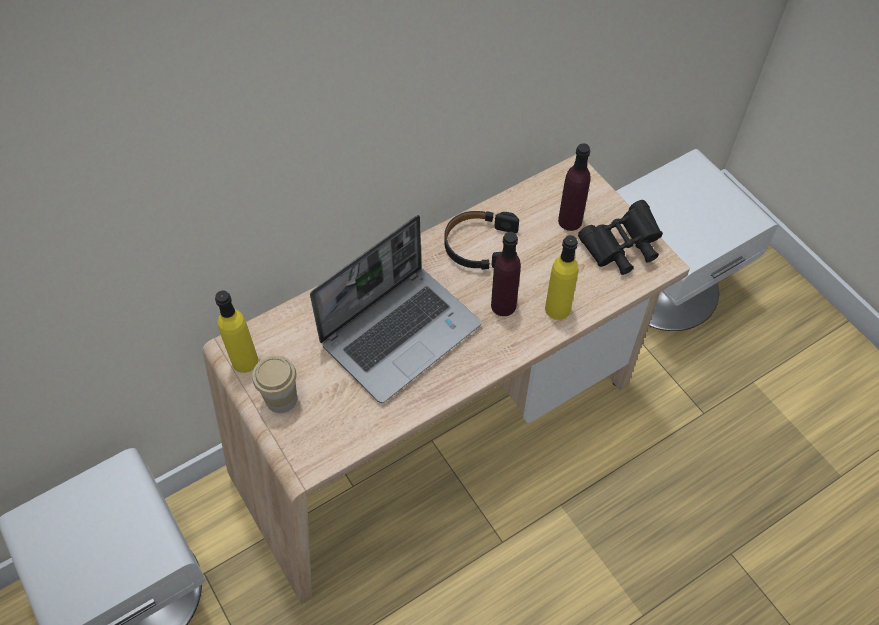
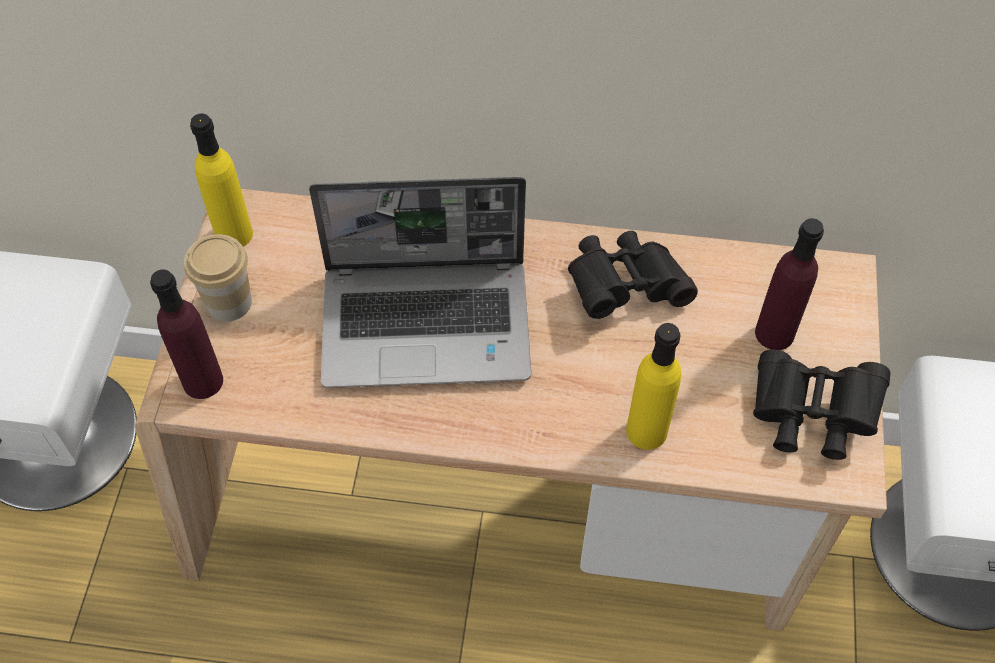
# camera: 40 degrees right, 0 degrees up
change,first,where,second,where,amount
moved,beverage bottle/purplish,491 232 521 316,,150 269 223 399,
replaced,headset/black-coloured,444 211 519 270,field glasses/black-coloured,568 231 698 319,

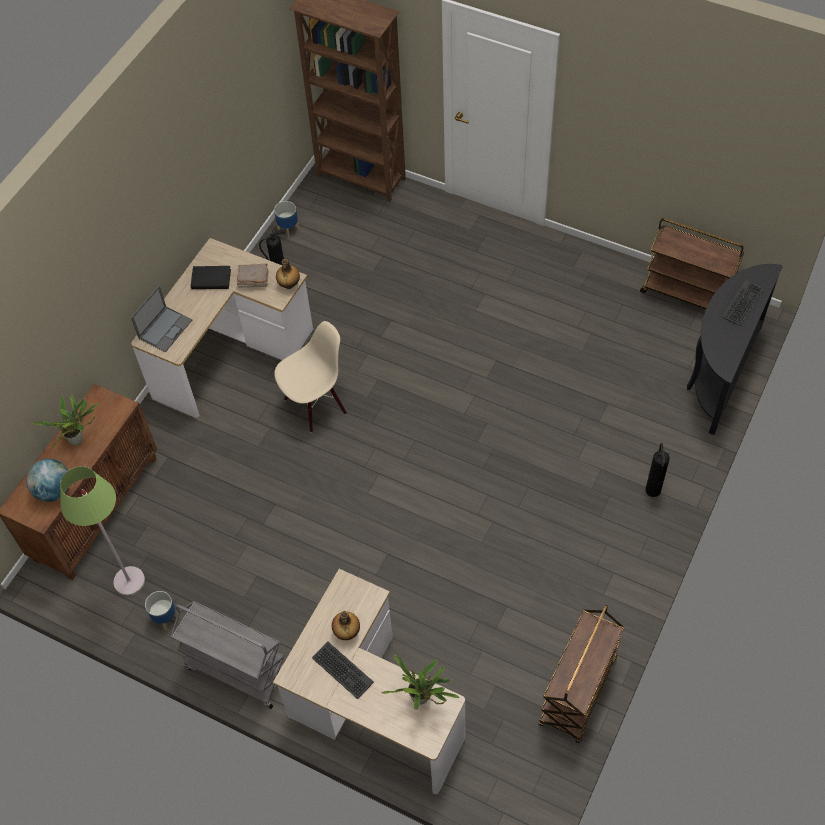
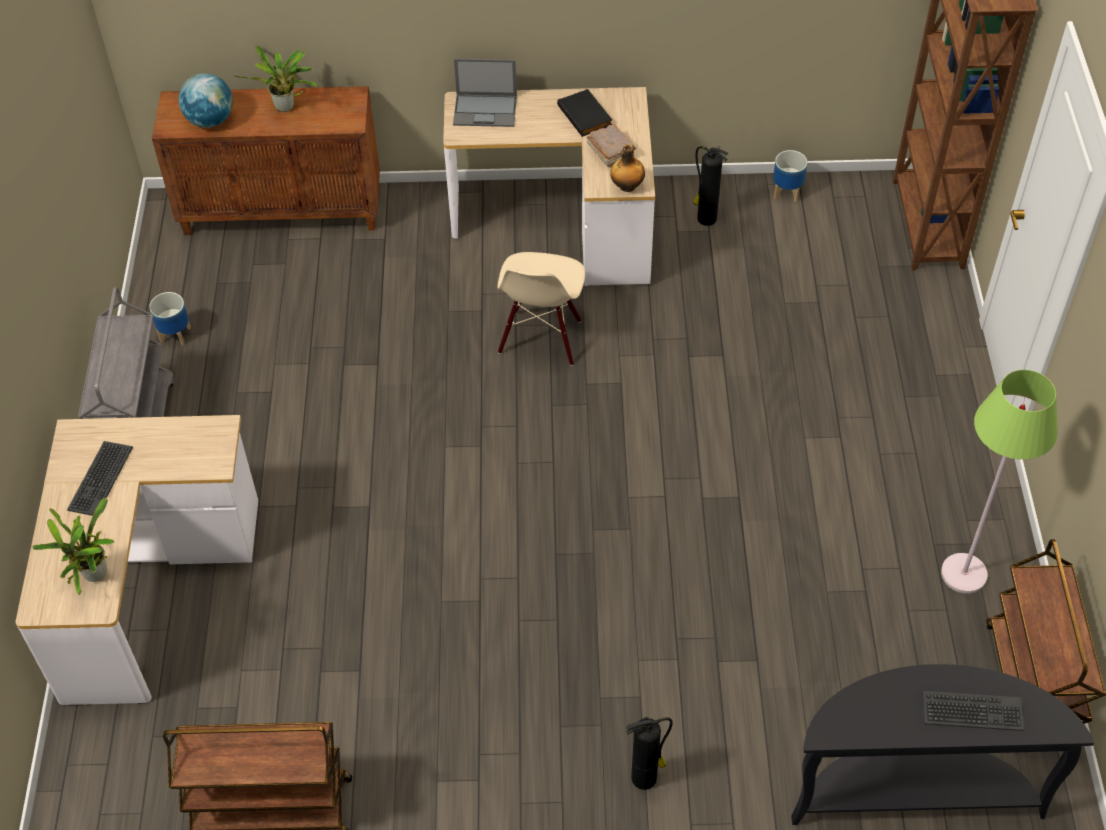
# camera: 60 degrees right, 5 degrees down
change,first,where,second,where,amount
removed,beverage bottle,332 611 360 640,,,
moved,floor lamp/greenish,60 466 145 596,,941 370 1058 594,
turned,upright chair/beige-coloured,274 321 347 432,,497 252 585 366,75 degrees clockwise

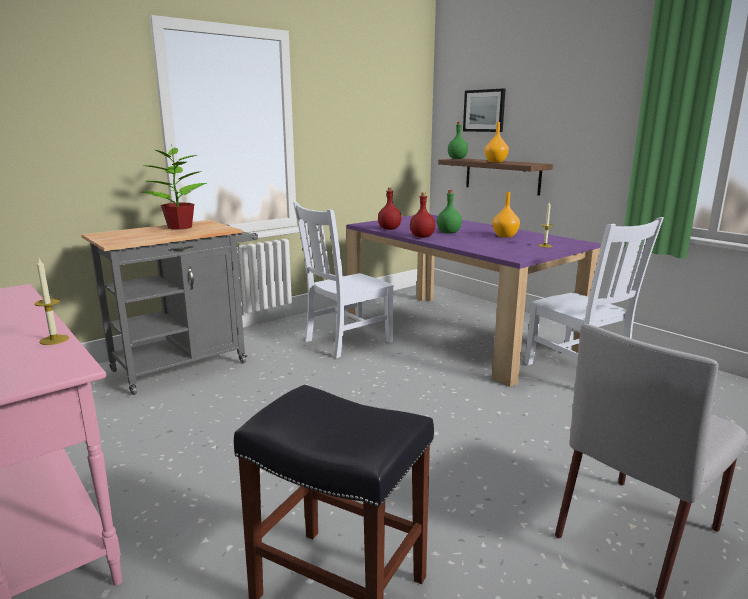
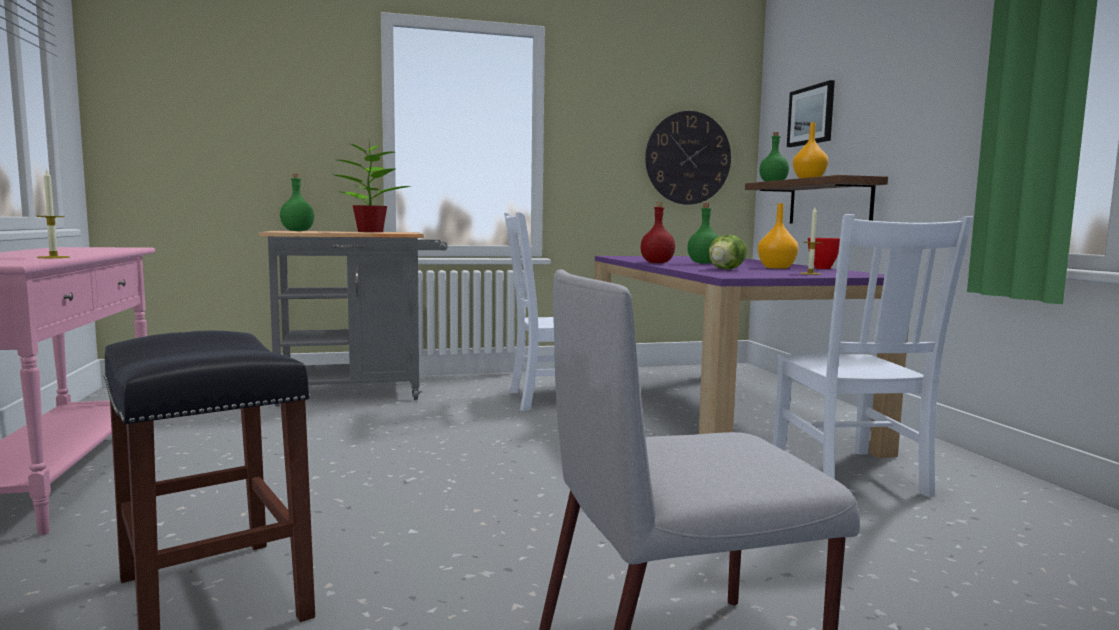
# camera: 25 degrees right, 10 degrees down
change,first,where,second,where,amount
removed,beverage bottle/red-coloured,378 187 401 230,,,
added,,,beverage bottle/greenish,280 174 314 231,
added,,,clock on the wall,645 111 731 205,
added,,,lettuce,709 234 747 269,
added,,,serving bowl/red-coloured,808 238 840 269,

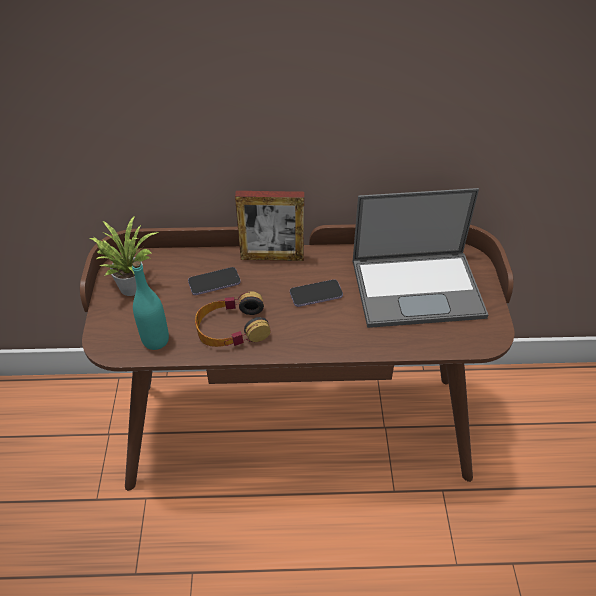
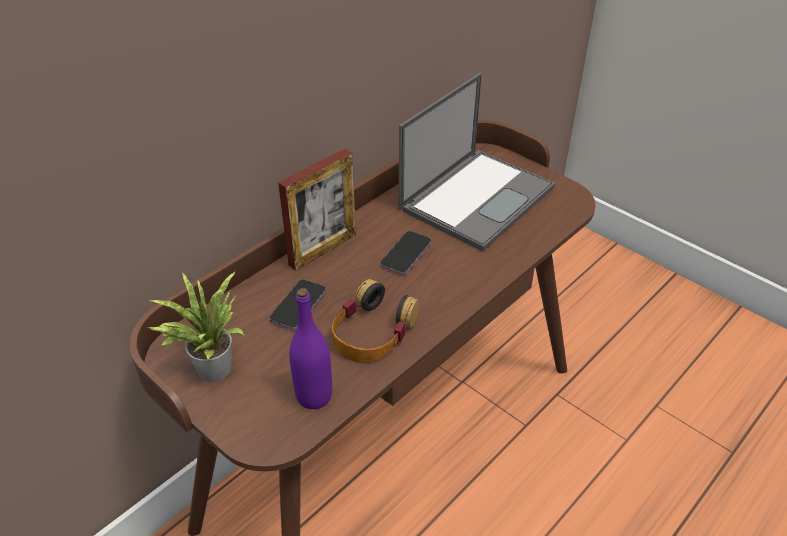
# camera: 45 degrees left, 5 degrees down
change,first,where,second,where,amount
recoloured,beverage bottle/turquoise,132 261 169 350,beverage bottle/purplish,289 288 332 409,

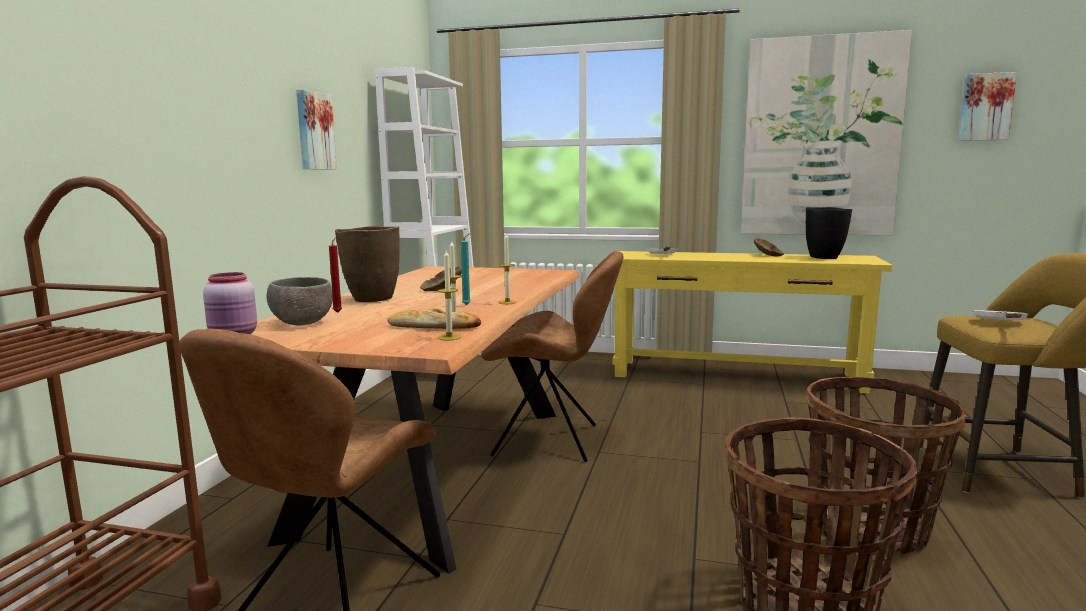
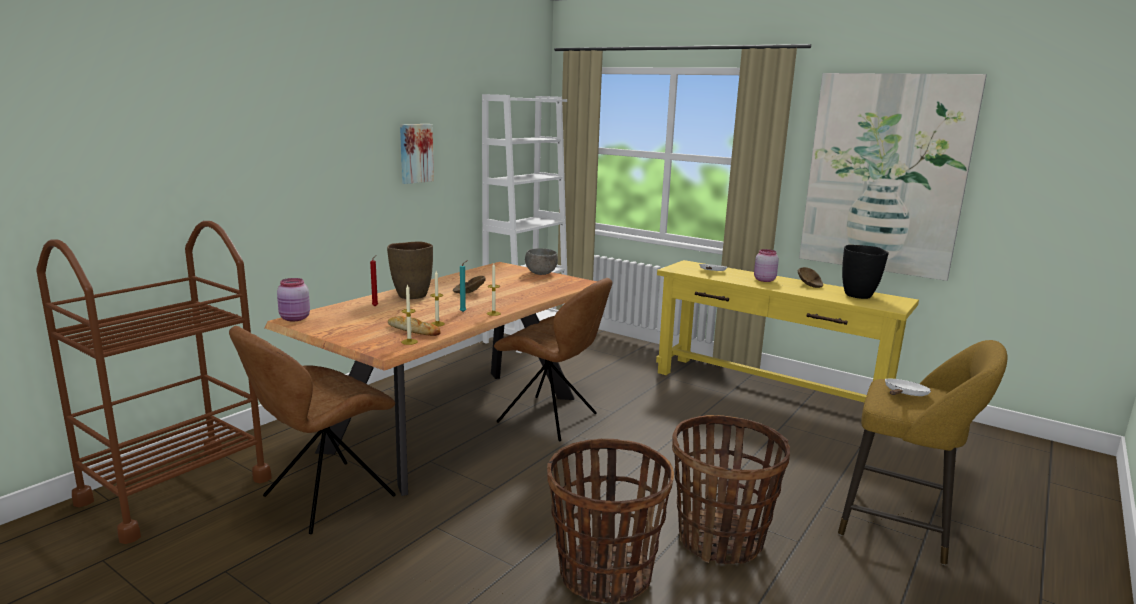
# camera: 20 degrees right, 5 degrees up
change,first,where,second,where,amount
removed,wall art,959 72 1017 141,,,
added,,,jar/pink,754 249 779 282,
moved,serving bowl/grey,266 277 333 325,,525 248 558 275,

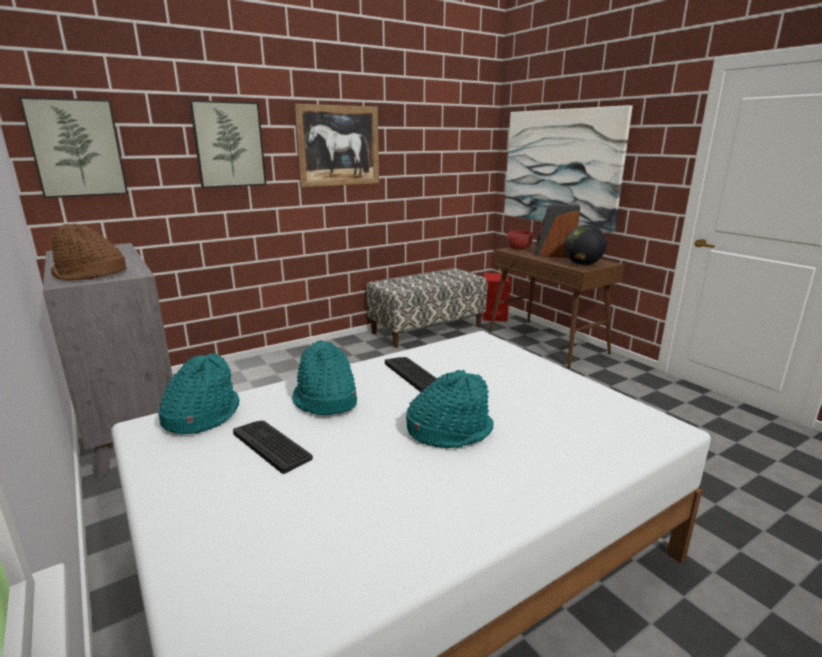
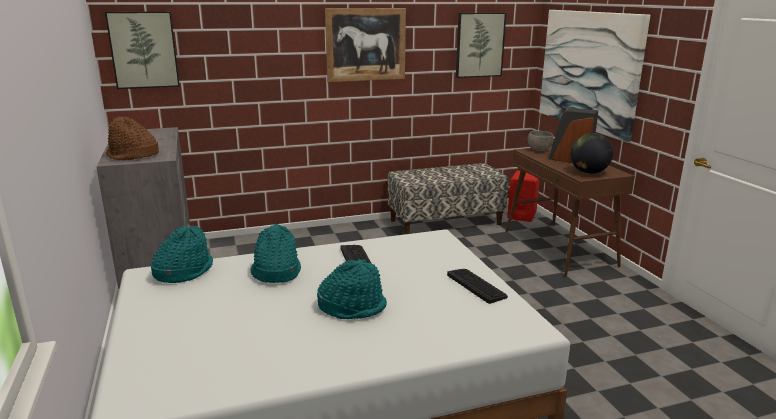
# camera: 15 degrees right, 0 degrees up
change,first,where,second,where,amount
moved,wall art,189 100 266 188,,456 13 506 78,
moved,keyboard,233 421 313 474,,447 269 508 304,
recoloured,serving bowl/red-coloured,507 230 532 250,serving bowl/grey,528 131 553 151,

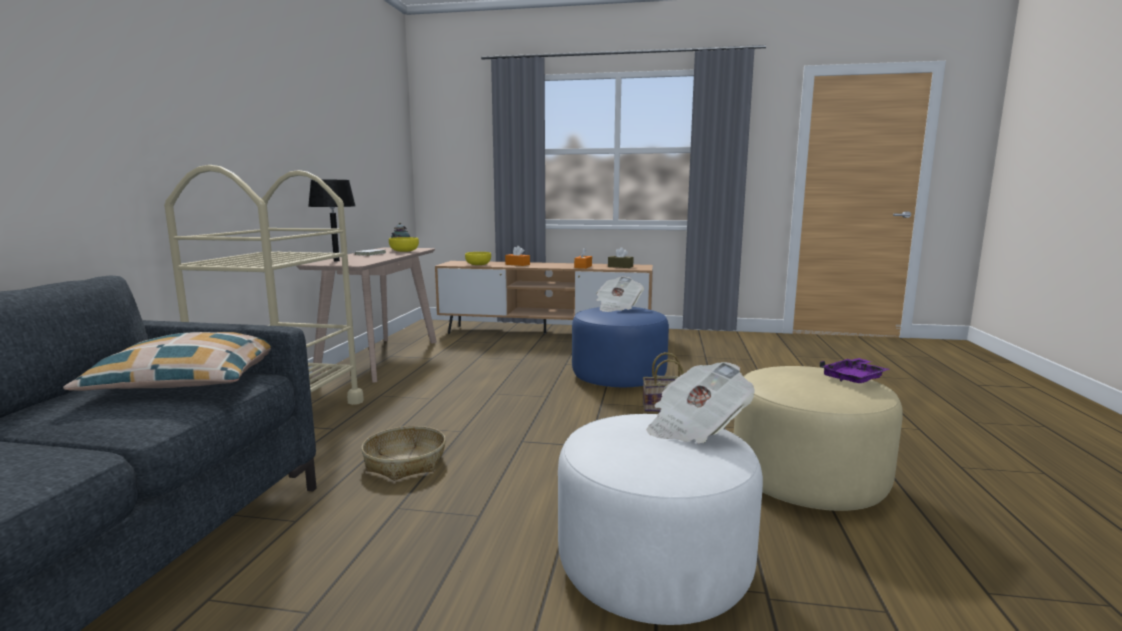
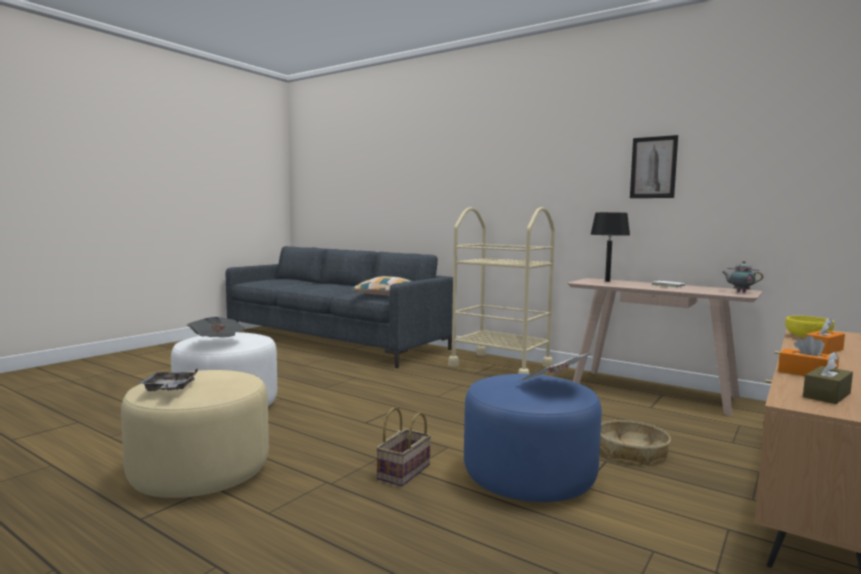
# camera: 115 degrees right, 5 degrees down
change,first,where,second,where,amount
removed,serving bowl/yellow,389 237 419 252,,,
added,,,wall art,630 135 678 198,
moved,basket,361 426 446 481,,600 420 671 465,
recoloured,serving tray/purplish,820 358 889 383,serving tray/grey,138 368 198 391,

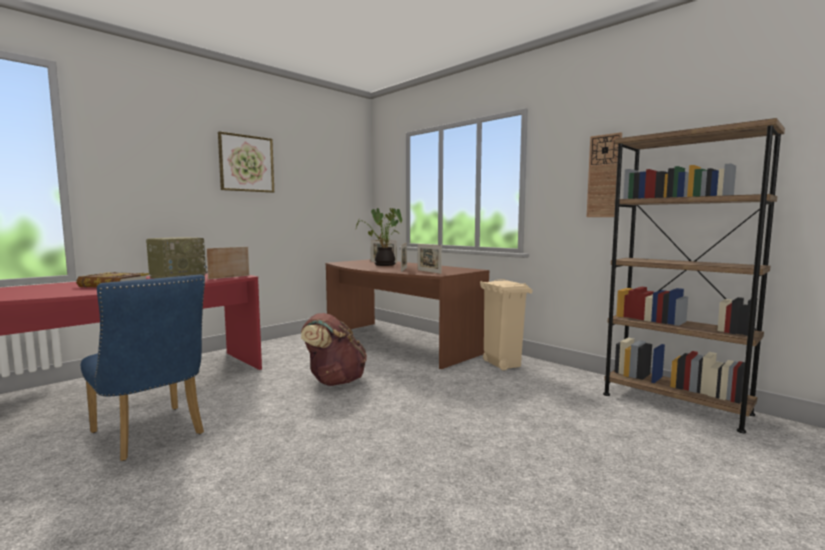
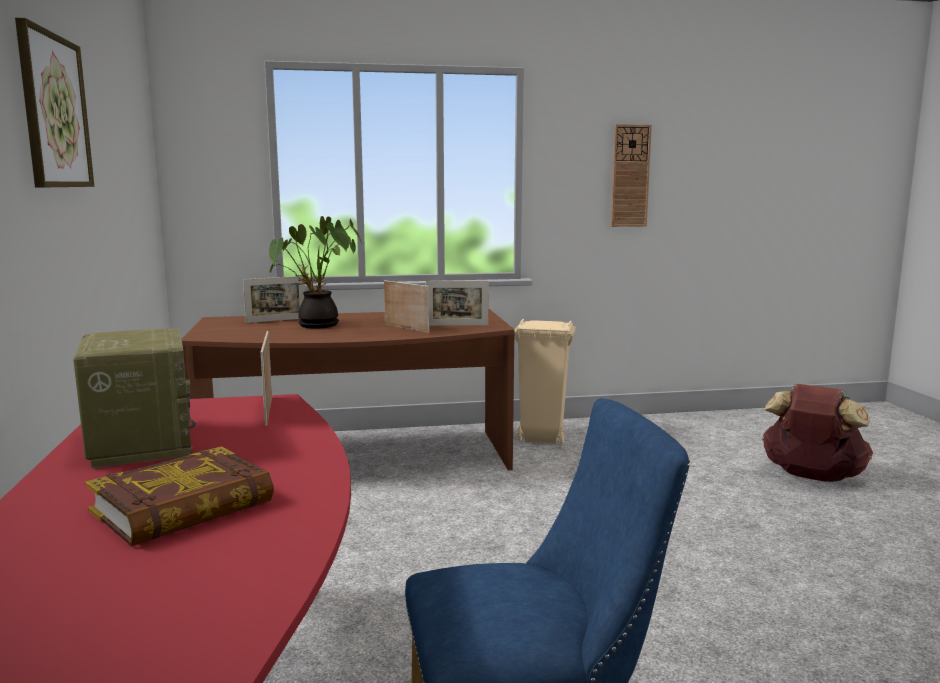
# camera: 55 degrees left, 5 degrees up
change,first,where,second,where,amount
removed,bookshelf/brown,603 118 785 433,,,
moved,rucksack/brown,301 313 367 386,,762 384 873 482,

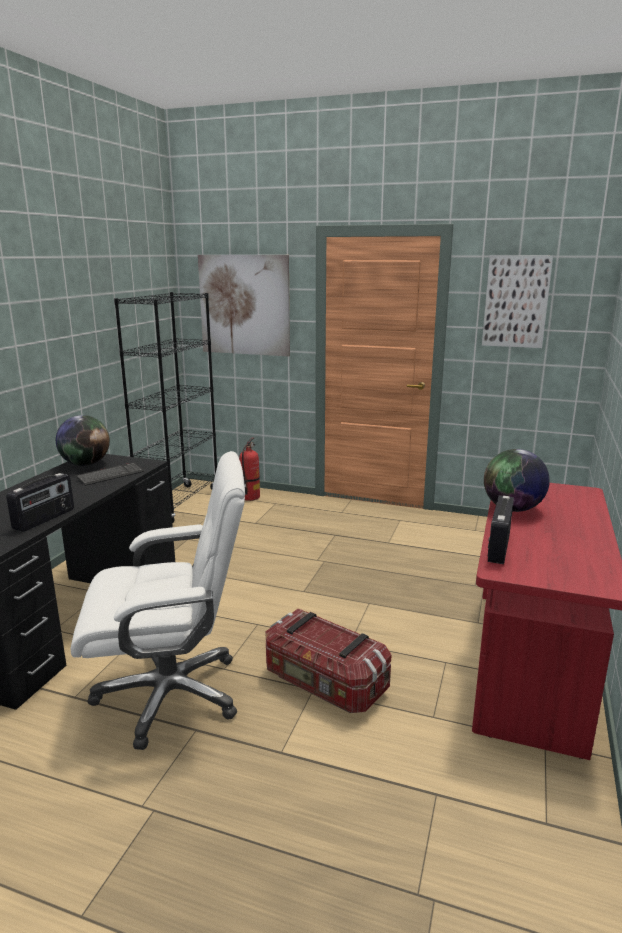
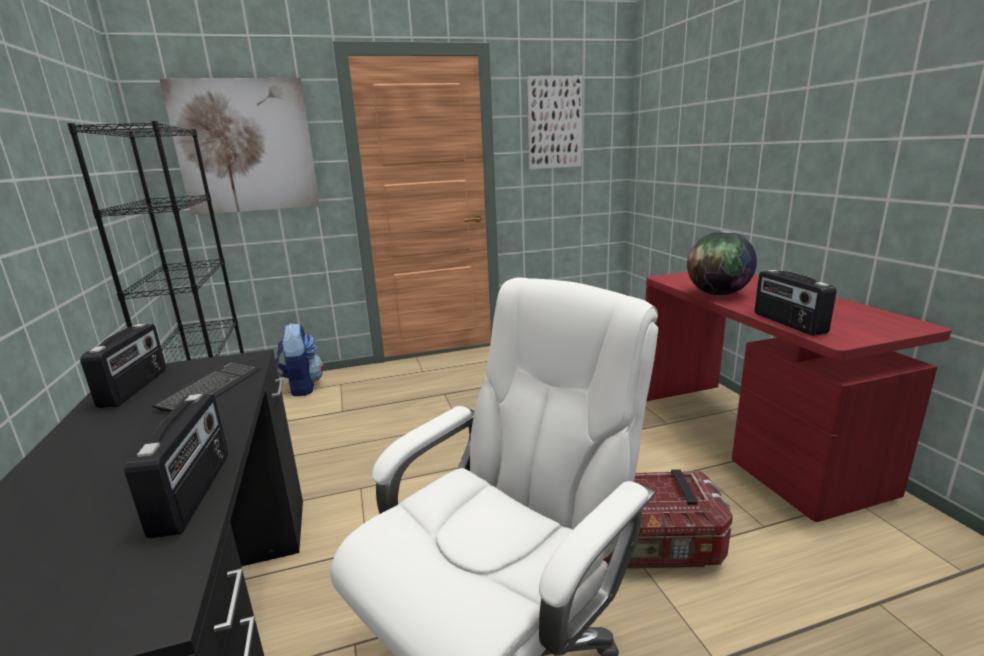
# camera: 35 degrees left, 0 degrees up
change,first,where,second,where,amount
replaced,world globe,56 415 110 466,radio set,80 323 166 408,
replaced,fire-fighting cylinder,239 437 260 501,rucksack,275 323 324 396,

